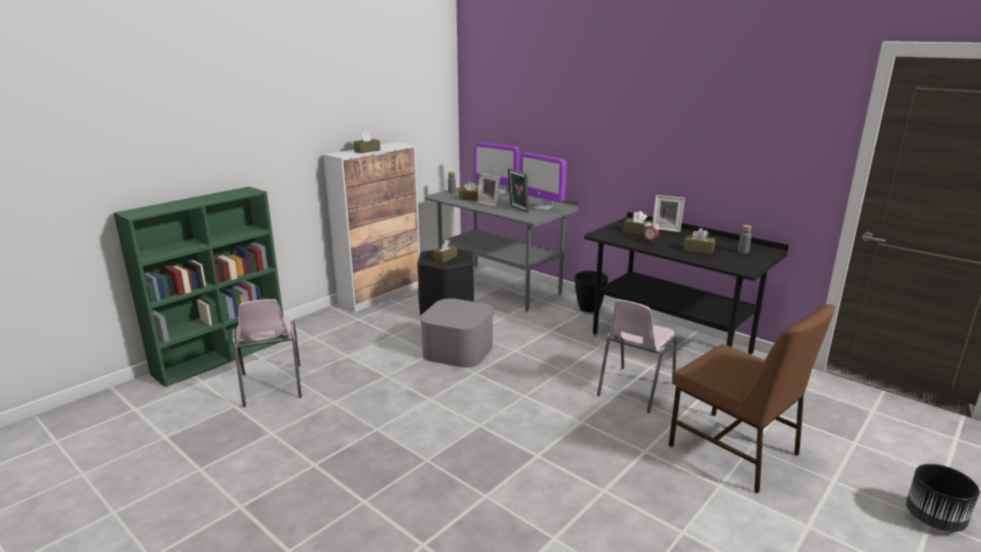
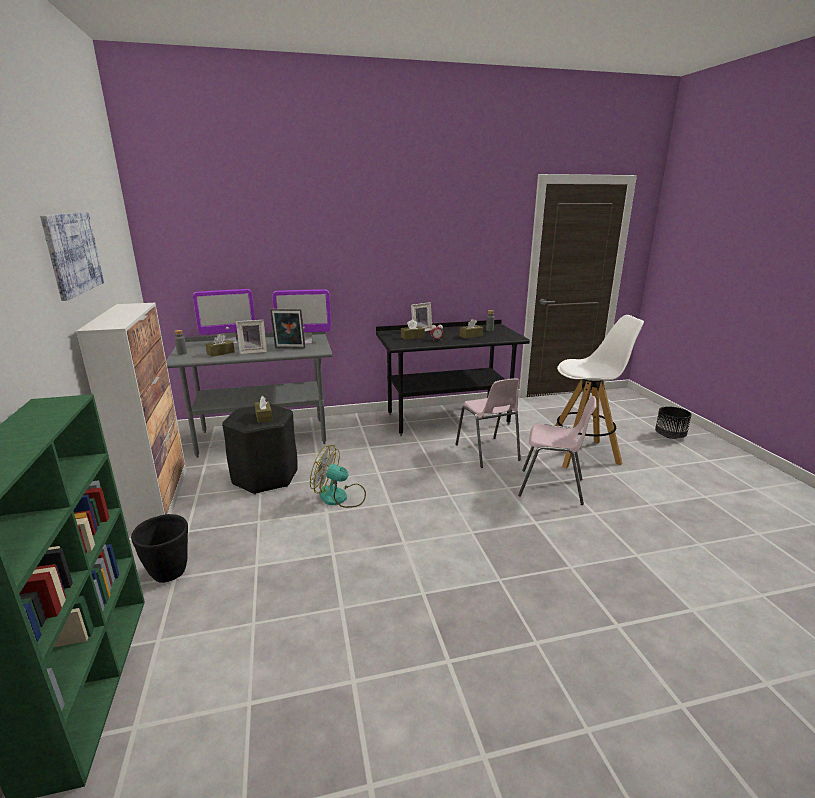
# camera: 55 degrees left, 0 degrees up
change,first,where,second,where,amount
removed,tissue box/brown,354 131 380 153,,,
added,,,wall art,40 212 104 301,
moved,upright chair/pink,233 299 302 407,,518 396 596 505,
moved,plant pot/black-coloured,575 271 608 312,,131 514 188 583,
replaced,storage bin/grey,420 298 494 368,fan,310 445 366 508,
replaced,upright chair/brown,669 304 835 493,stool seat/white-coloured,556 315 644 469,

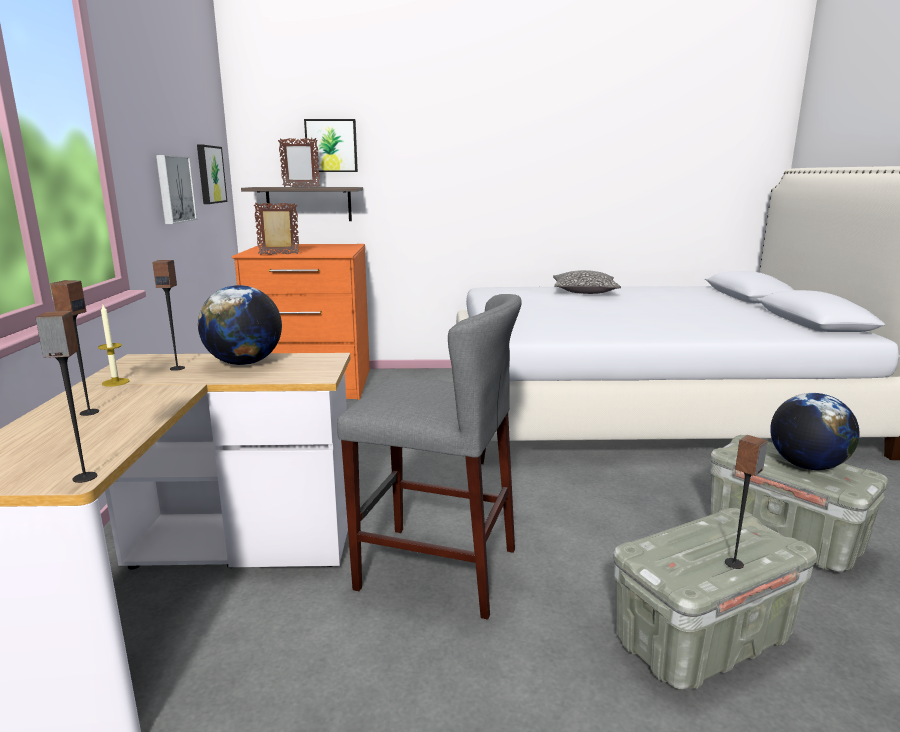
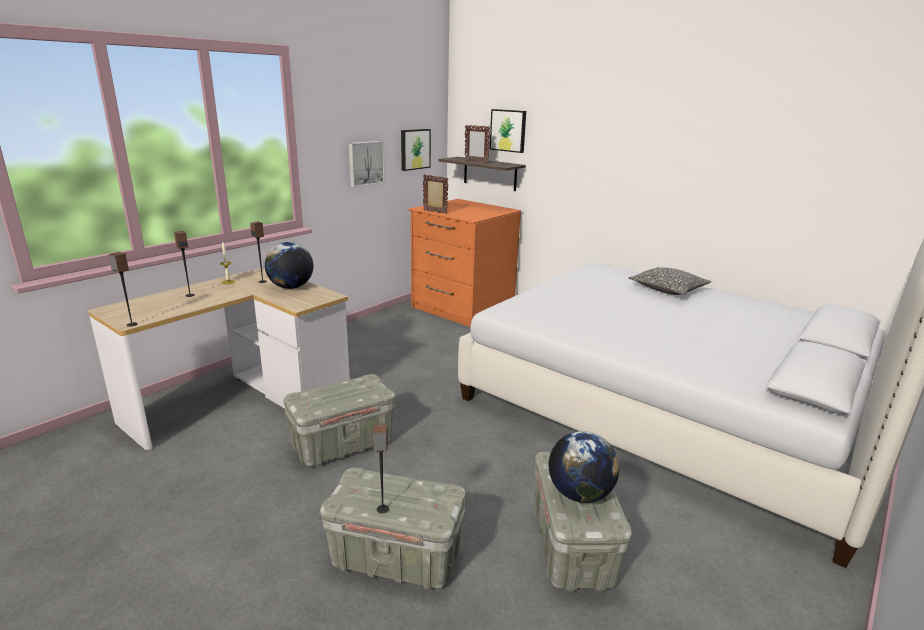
# camera: 40 degrees right, 5 degrees up
change,first,where,second,where,amount
replaced,stool seat/grey,337 294 522 620,storage bin/grey,283 374 395 466,

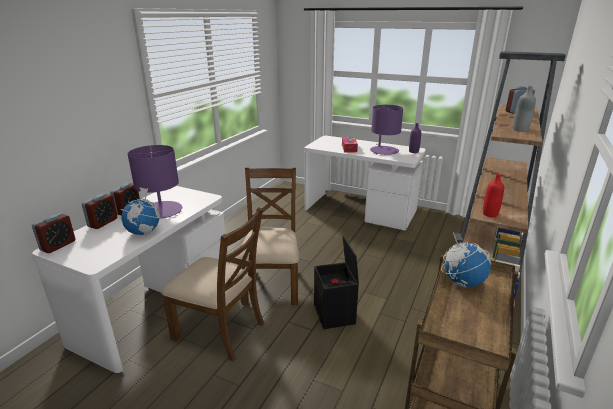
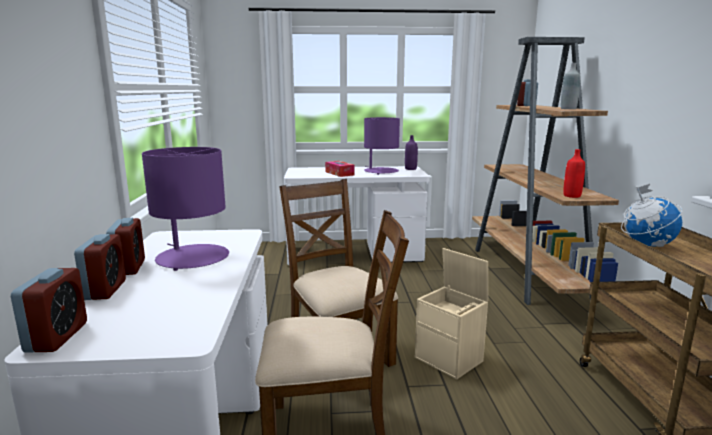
# camera: 30 degrees left, 10 degrees down
change,first,where,second,where,amount
removed,world globe,120 187 162 235,,,
recoloured,storage bin/black-coloured,314 235 359 329,storage bin/beige-coloured,415 248 488 379,

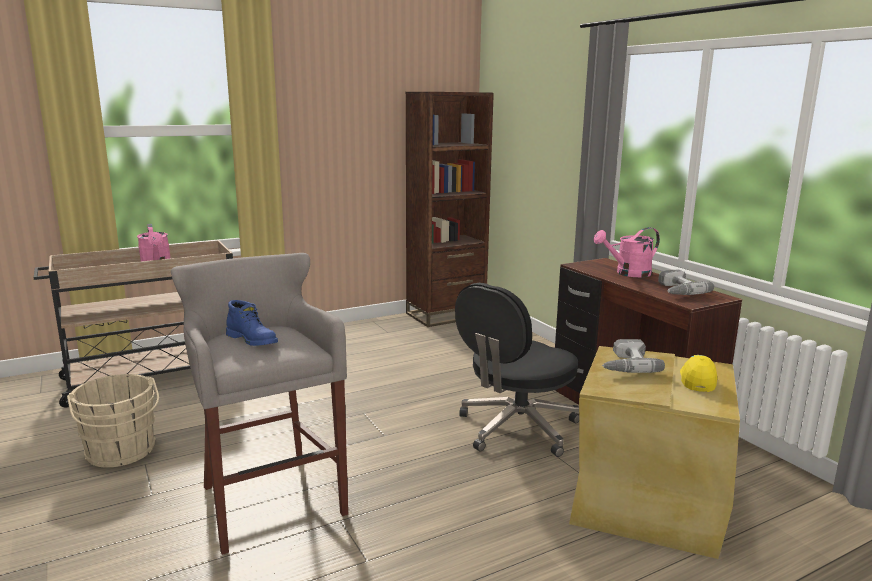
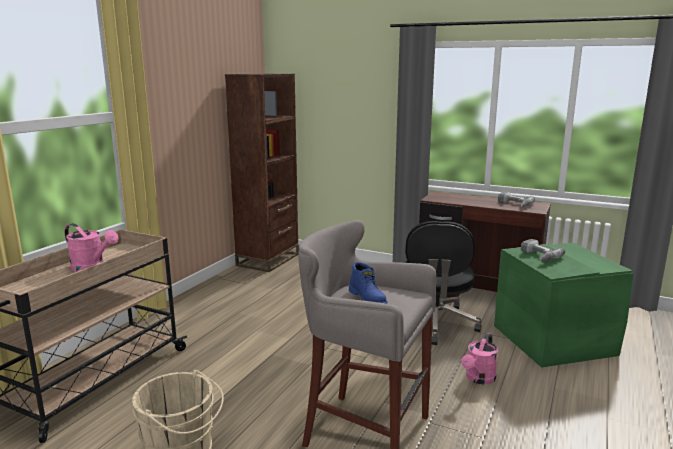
# camera: 35 degrees left, 0 degrees up
change,first,where,second,where,amount
removed,cap/yellow,680 355 717 392,,,
moved,watering can/pink,594 227 660 277,,461 333 498 385,
recoloured,storage bin/beige-coloured,569 346 740 559,storage bin/greenish,494 243 633 368,
turned,tall boot/blue-coloured,226 300 278 346,,349 262 388 304,60 degrees clockwise

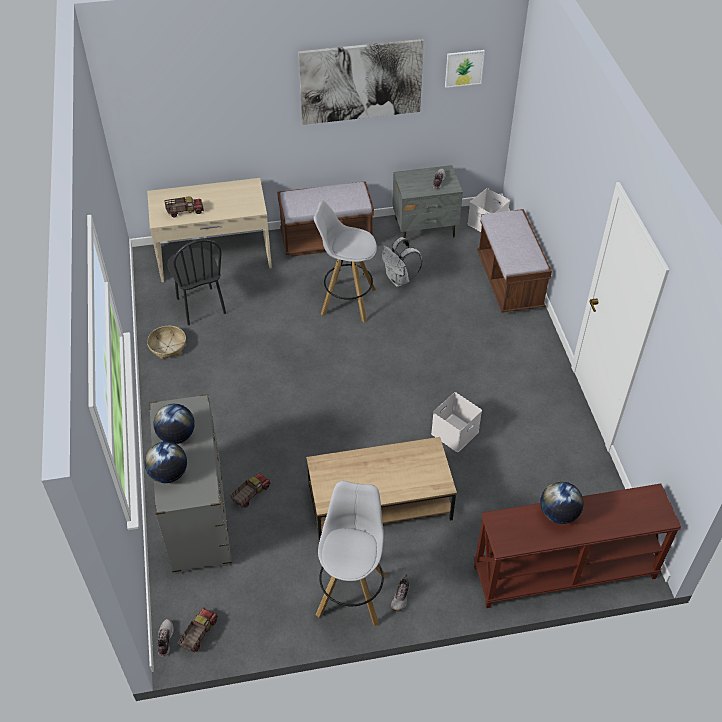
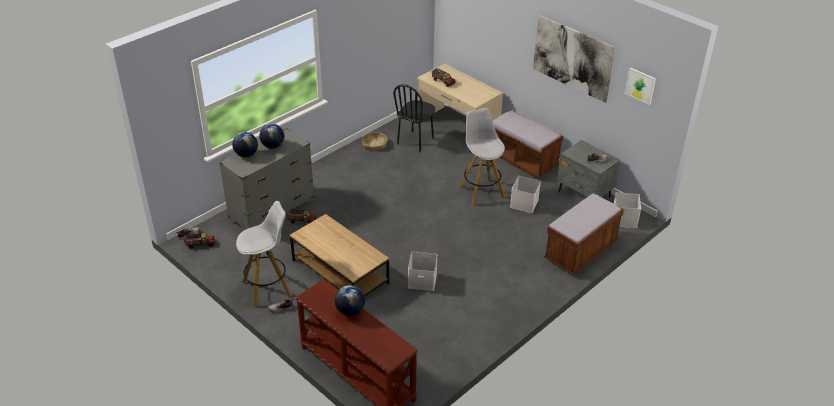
# camera: 55 degrees right, 10 degrees down
change,first,where,second,where,amount
replaced,rucksack/white-coloured,382 237 422 287,storage bin/white-coloured,510 176 541 213,

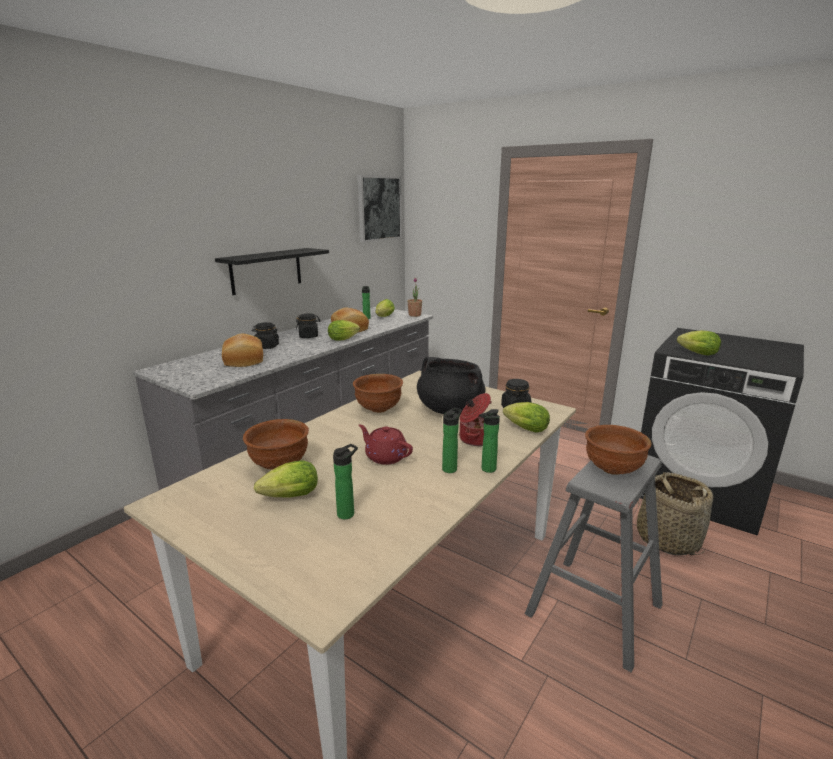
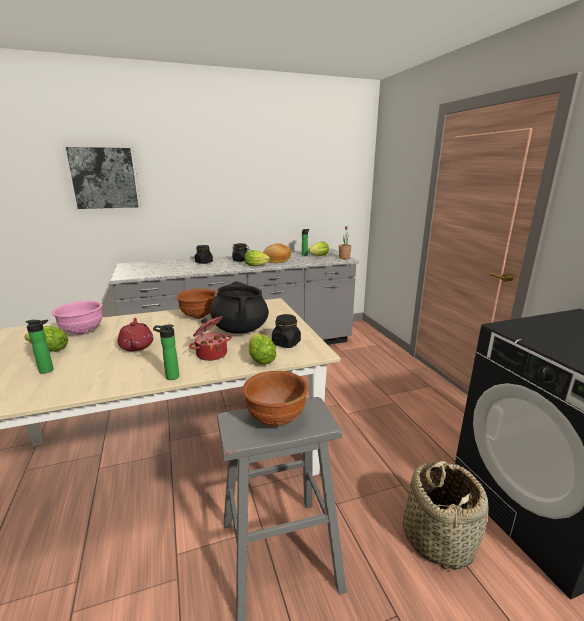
# camera: 35 degrees right, 0 degrees up
change,first,where,second,where,amount
removed,shelf/black-coloured,215 248 329 295,,,
removed,baked bread,222 334 263 367,,,
removed,beverage bottle,442 408 462 473,,,
removed,lettuce,677 330 721 355,,,
moved,wall art,358 175 402 243,,62 144 141 211,
recoloured,serving bowl/brown,243 419 309 470,serving bowl/pink,52 301 103 335,

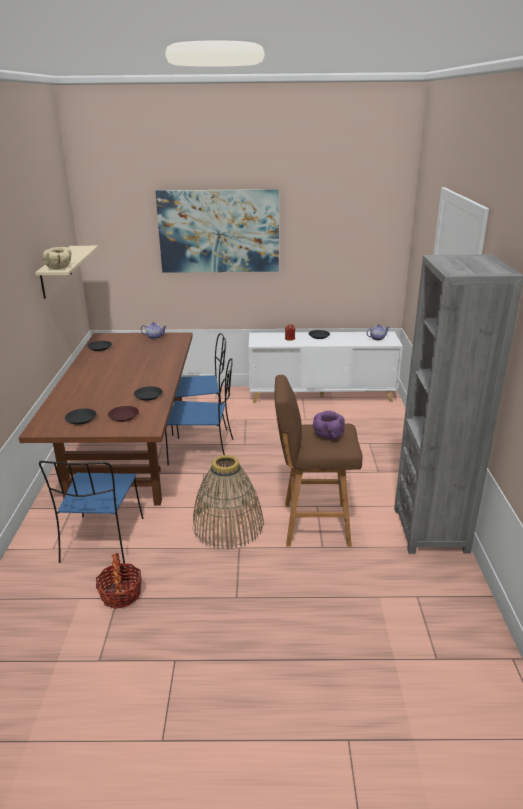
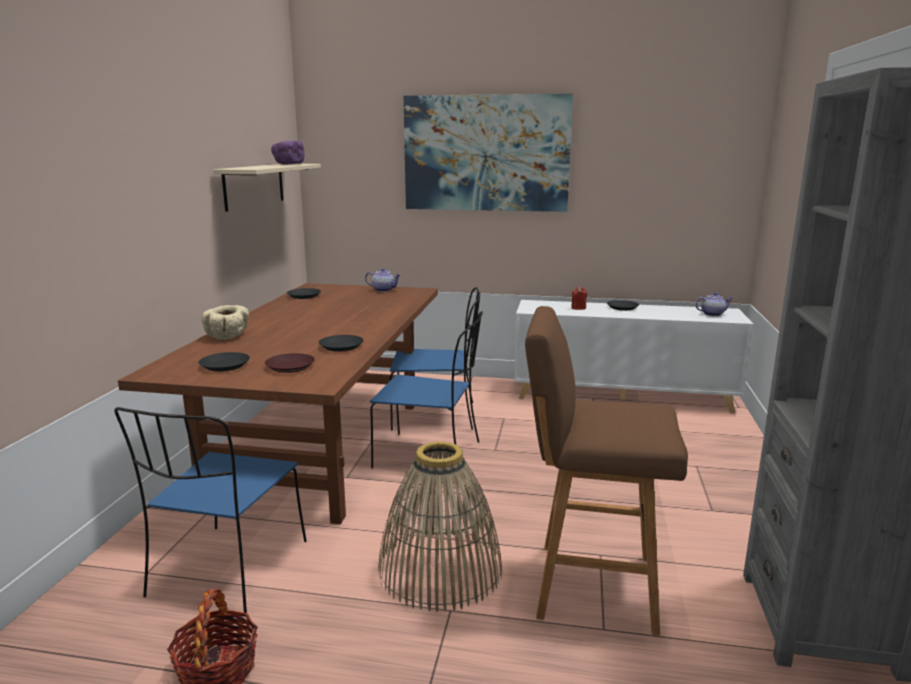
# camera: 10 degrees right, 10 degrees down
change,first,where,second,where,amount
moved,serving bowl/beige-coloured,43 247 72 269,,202 305 249 340,
moved,serving bowl/purplish,313 411 345 440,,271 141 304 165,

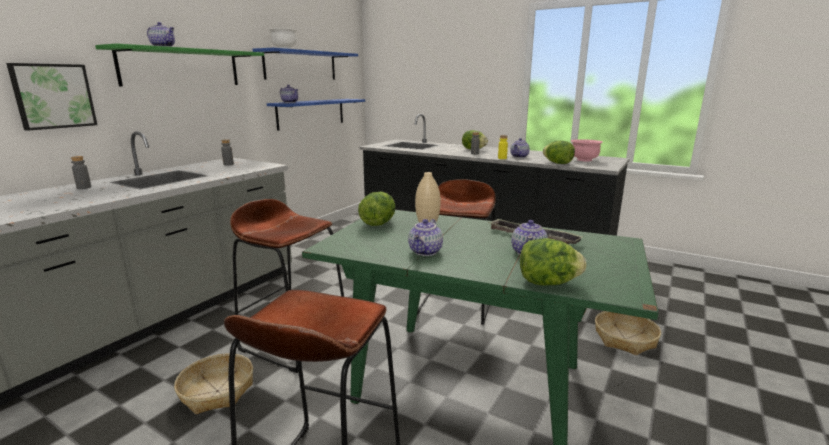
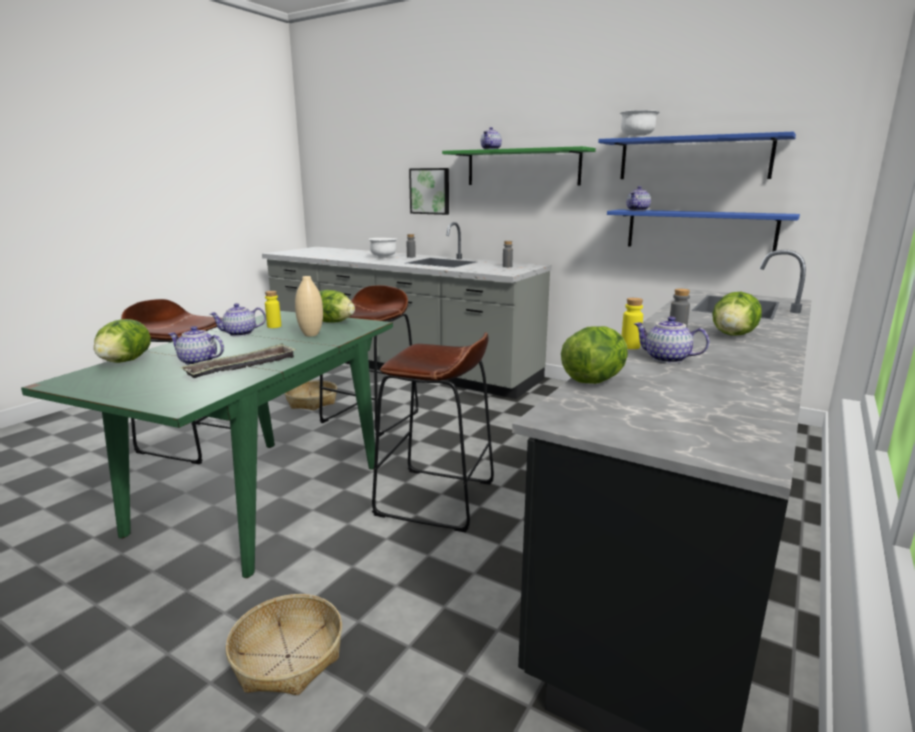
# camera: 90 degrees right, 0 degrees up
change,first,where,second,where,amount
removed,serving bowl/pink,571 139 603 161,,,
added,,,beverage bottle/yellow,265 291 281 328,
added,,,serving bowl/white-coloured,368 238 397 259,
turned,pot for tea,408 219 443 256,,210 303 266 337,45 degrees counterclockwise

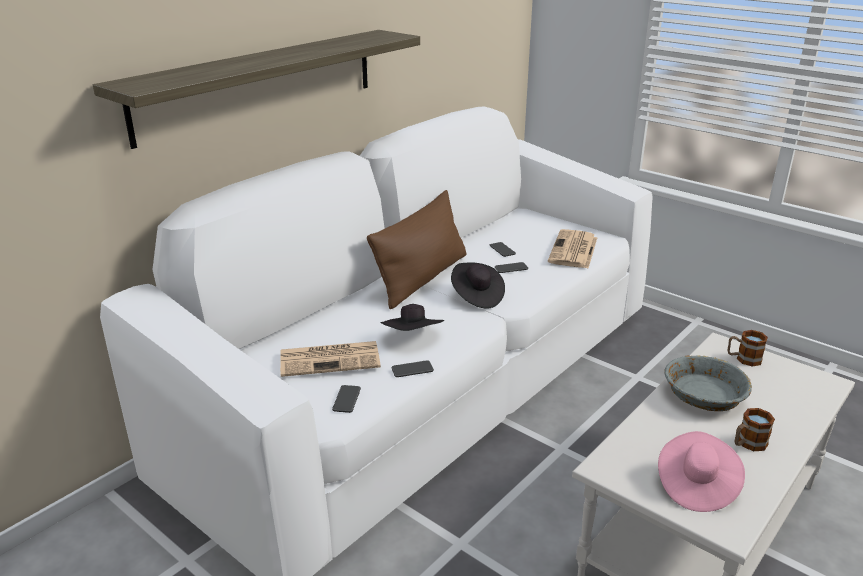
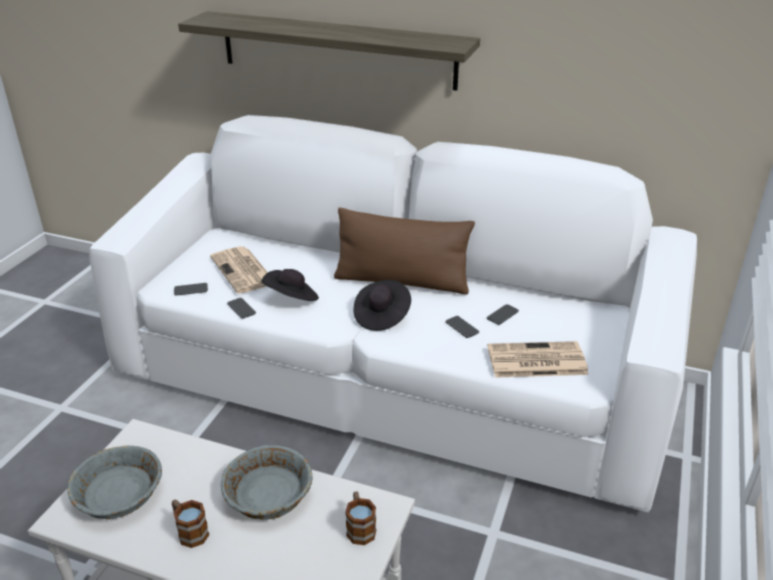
# camera: 70 degrees right, 5 degrees up
change,first,where,second,where,amount
replaced,clothing hat/pink,658 431 745 512,serving bowl/grey,67 446 162 519,

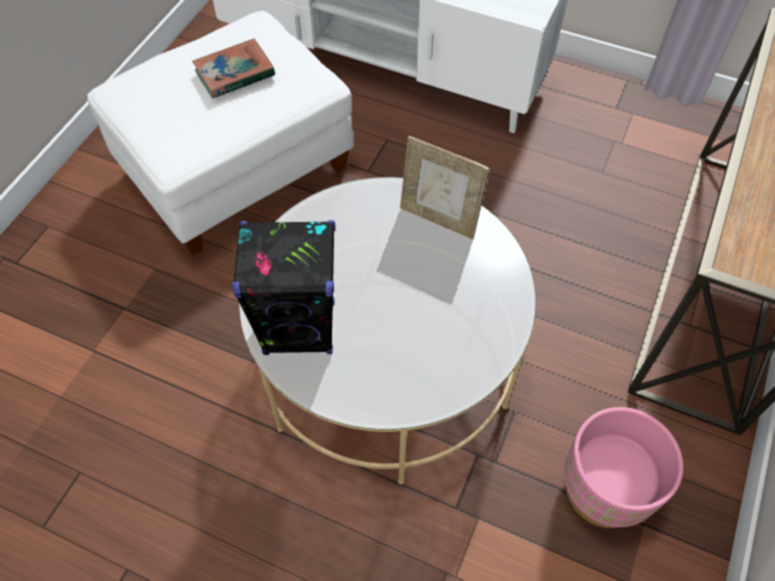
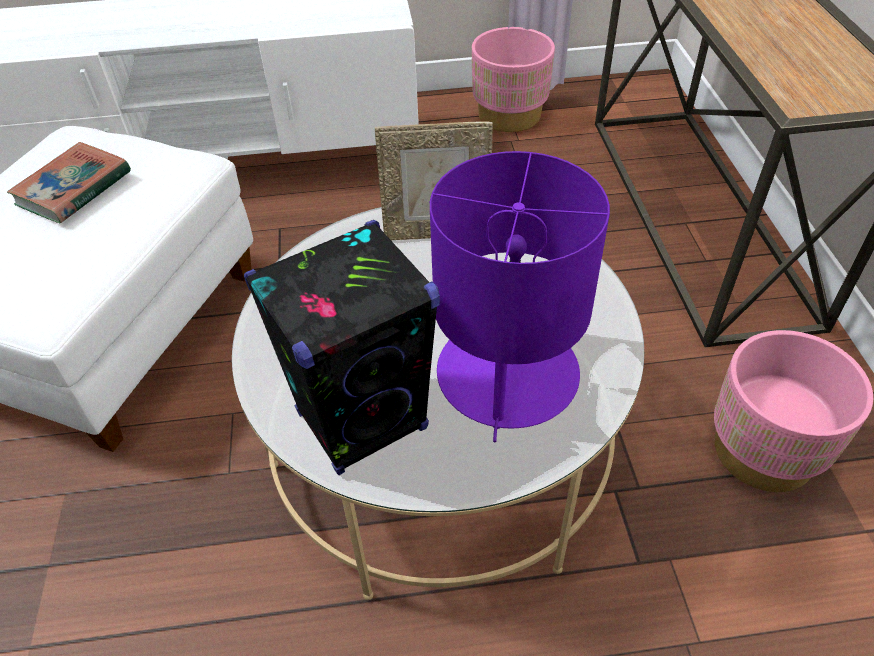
# camera: 30 degrees left, 10 degrees down
change,first,where,second,where,amount
added,,,tabletop lamp/purplish,430 151 610 442,
added,,,plant pot/pink,472 27 555 132,

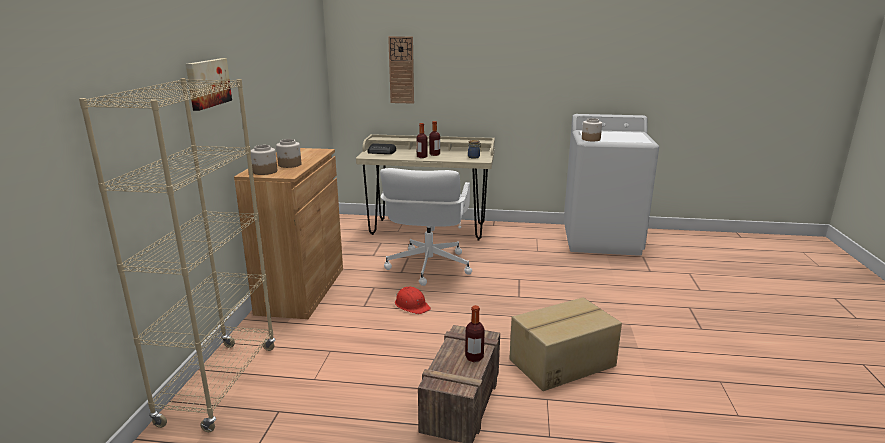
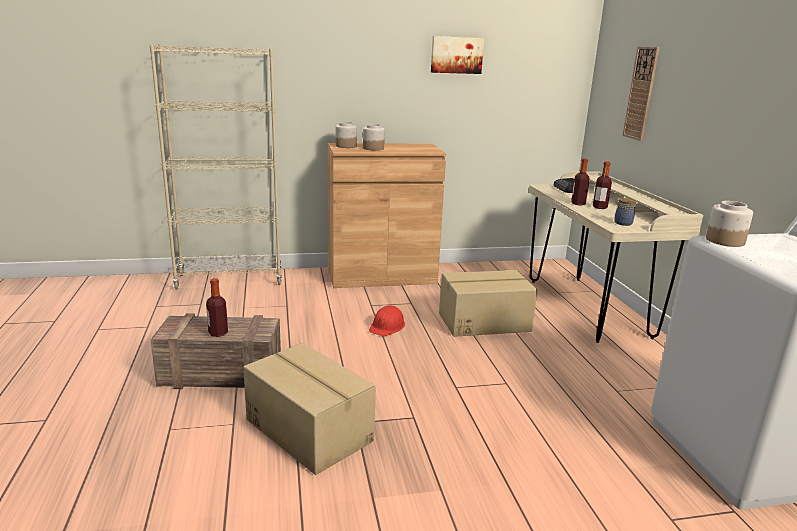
# camera: 70 degrees right, 0 degrees up
change,first,where,second,where,amount
moved,wall art,186 58 232 111,,431 36 484 74,
replaced,computer chair/white-coloured,380 168 472 286,packing box,439 270 538 337,

